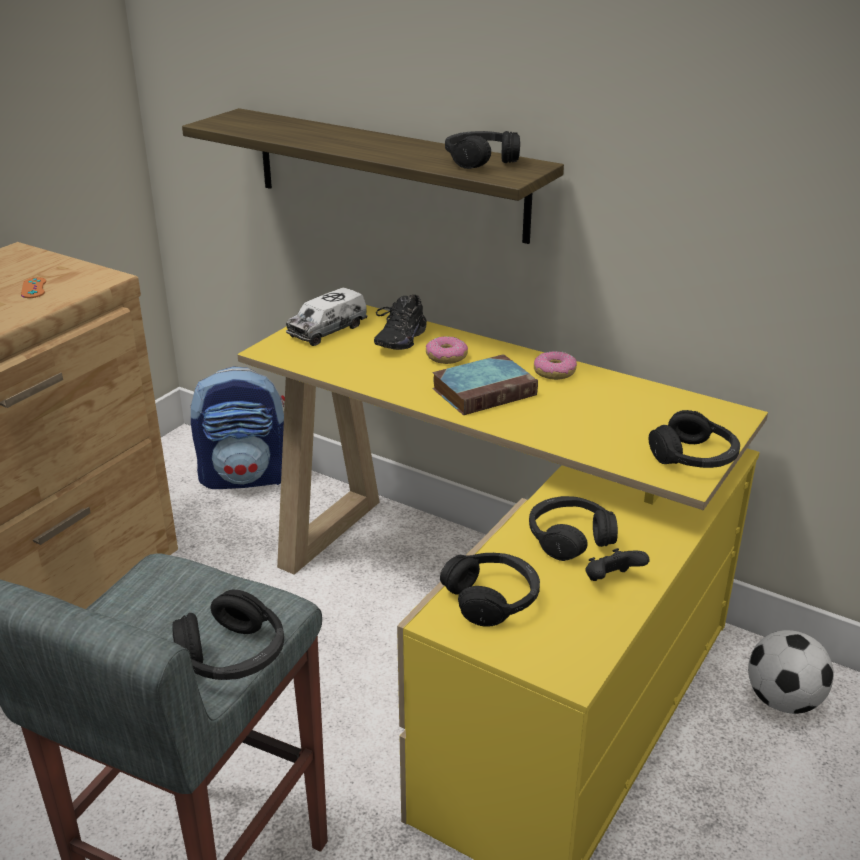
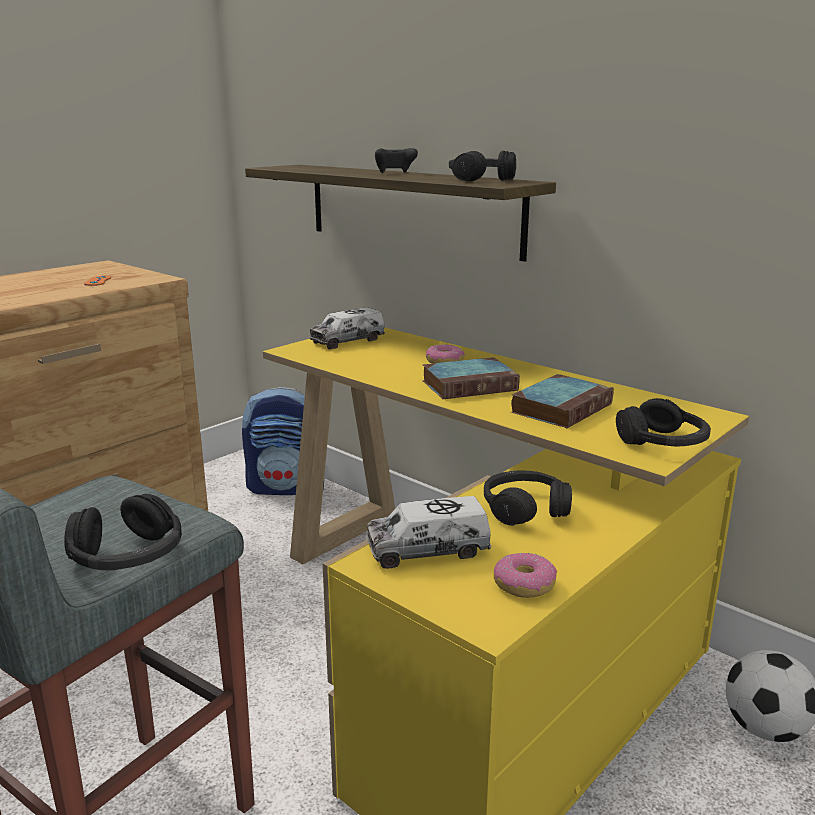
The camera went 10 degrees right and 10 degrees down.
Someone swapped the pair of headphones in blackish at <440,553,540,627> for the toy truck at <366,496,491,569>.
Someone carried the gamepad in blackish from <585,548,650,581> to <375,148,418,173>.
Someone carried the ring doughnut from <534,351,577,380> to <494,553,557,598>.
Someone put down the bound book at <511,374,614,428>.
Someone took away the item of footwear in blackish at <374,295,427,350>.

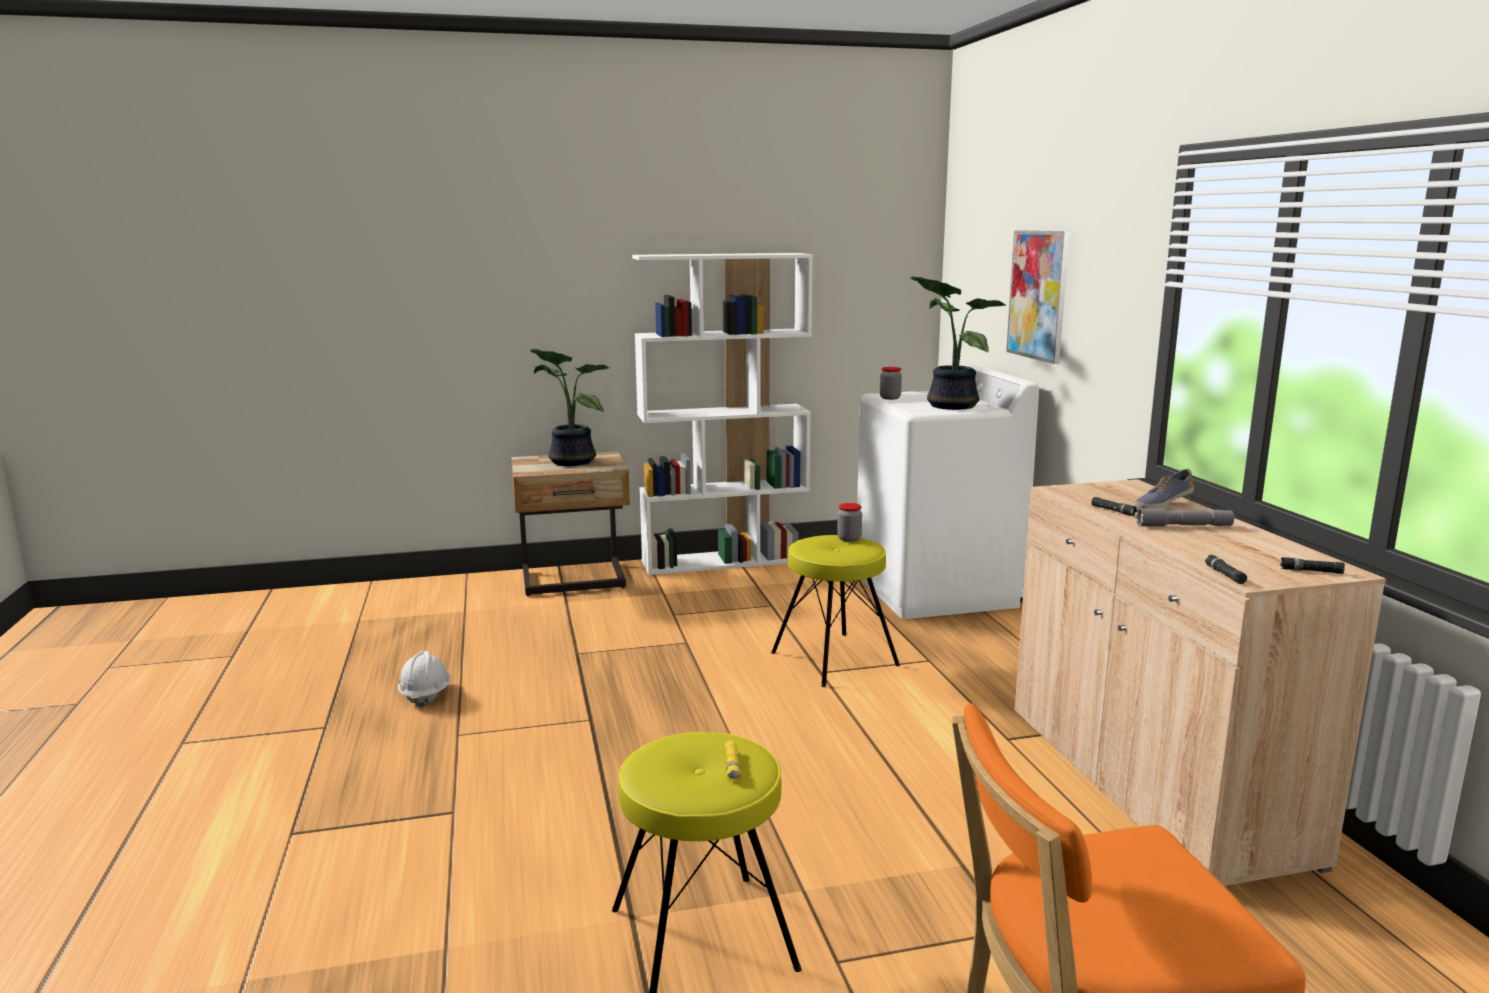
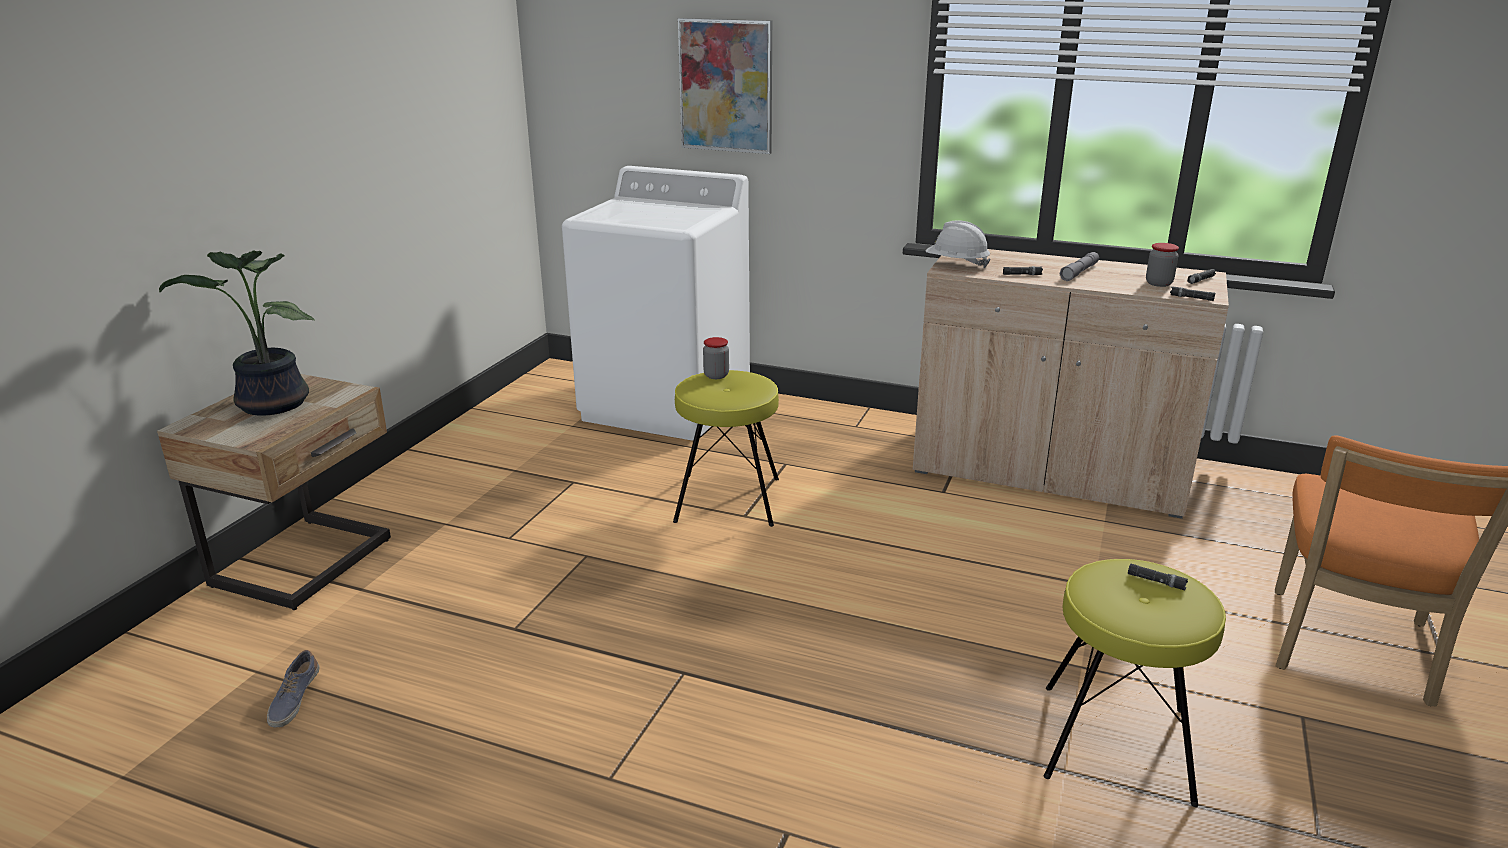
The camera went 55 degrees left and 10 degrees up.
Someone carried the item of footwear from <1134,469,1194,509> to <267,650,320,727>.
Someone carried the work helmet in white-coloured from <398,651,450,708> to <926,220,991,268>.
Someone repainted the torch in yellow at <725,740,741,782>, which became the torch in blackish at <1128,563,1188,590>.
Someone carried the jar from <880,367,902,400> to <1146,243,1179,287>.
Someone took away the shelving unit in white-coloured at <632,253,813,575>.
Someone took away the houseplant at <910,276,1007,410>.

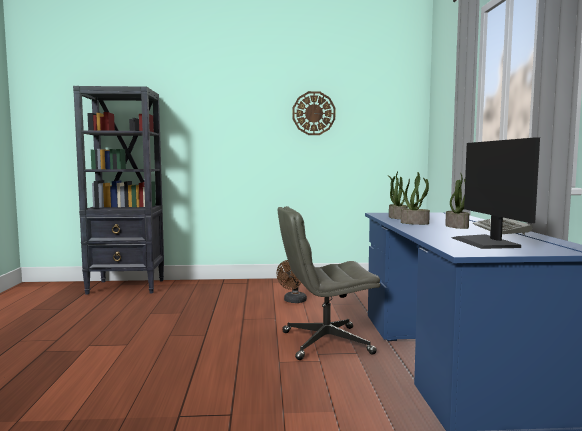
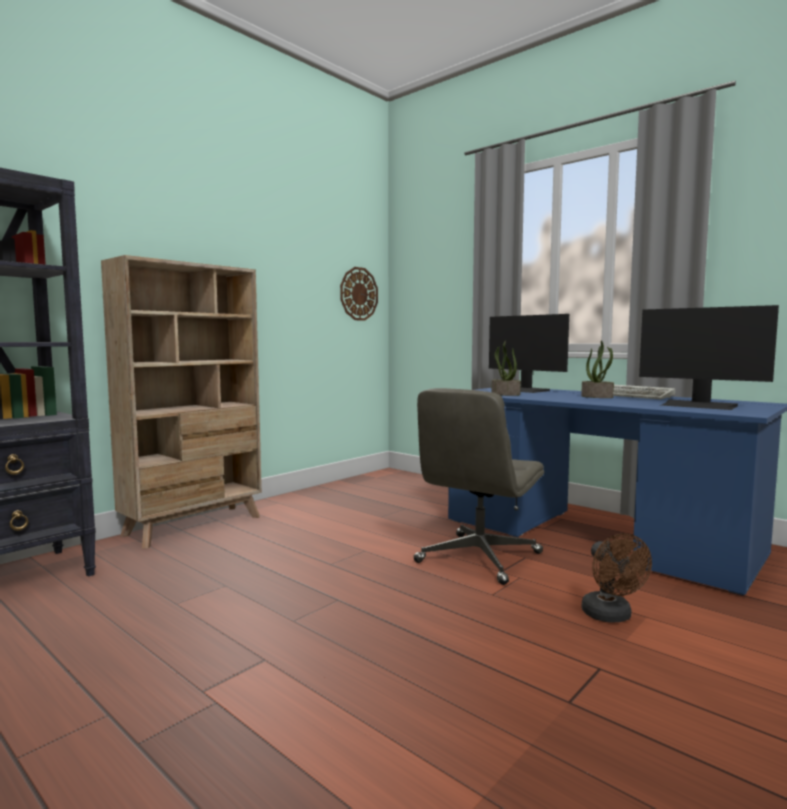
The camera went 45 degrees left and 0 degrees up.
Someone put down the shelving unit in beige-coloured at <101,255,262,549>.
Someone carried the hanging clock from <293,91,335,135> to <340,267,378,321>.
Someone put down the monitor at <489,314,569,393>.
Someone carried the electric fan in brown from <277,260,307,303> to <582,533,652,623>.
Someone took away the houseplant at <401,172,430,225>.

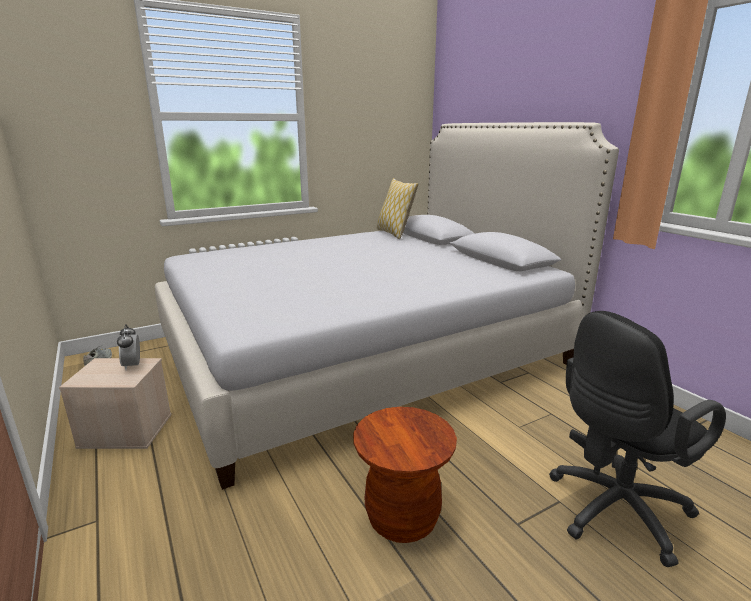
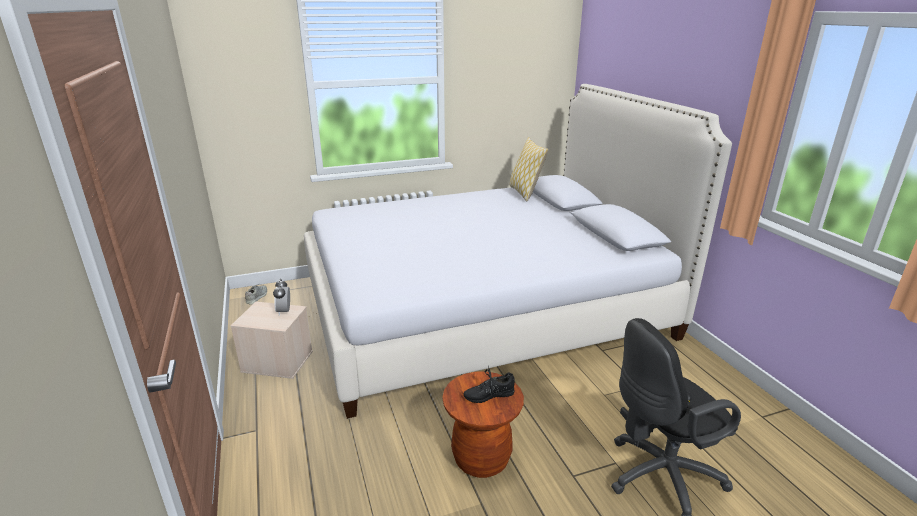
The camera went 10 degrees right and 5 degrees up.
Someone put down the item of footwear in blackish at <463,366,515,403>.

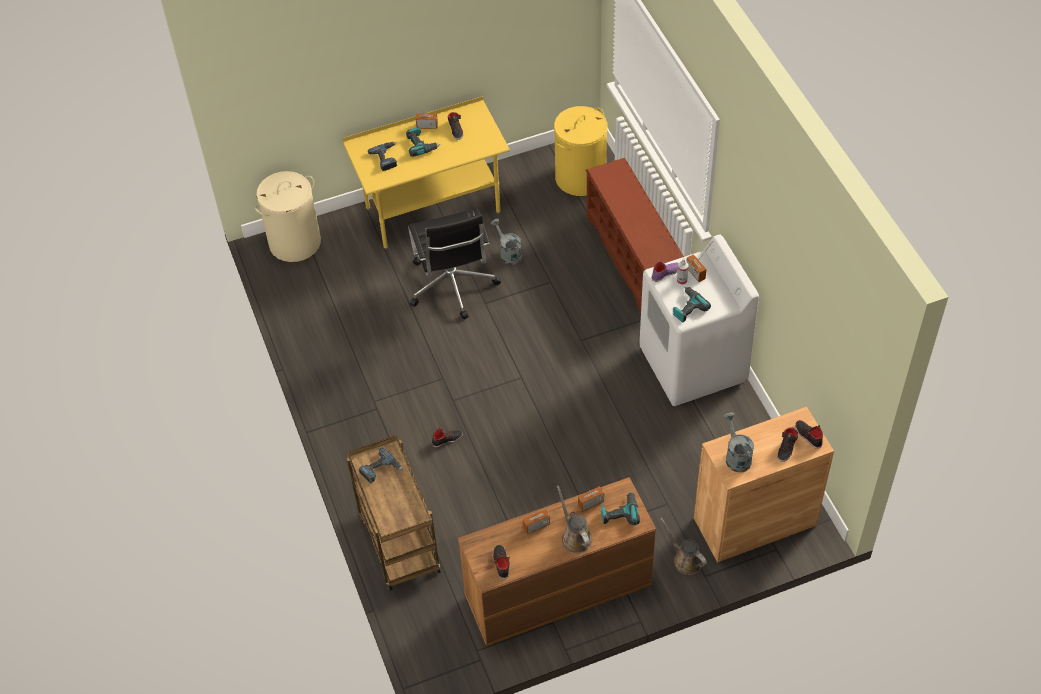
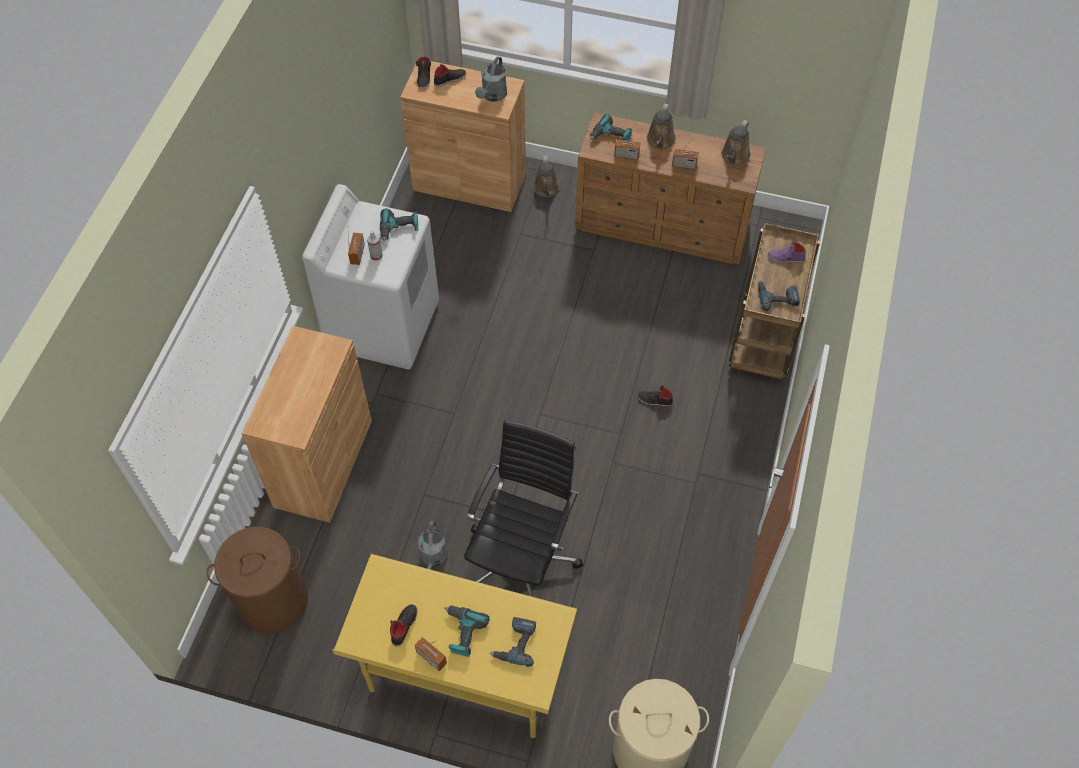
The camera went 145 degrees left and 5 degrees up.
Someone repainted the washing basket in yellow at <554,106,607,196>, which became the washing basket in brown at <206,527,308,634>.
Someone swapped the shoe shelf in brown at <585,158,684,313> for the storage cabinet in brown at <242,326,372,523>.
Someone swapped the item of footwear in blackish at <493,545,510,579> for the watering can in brown at <721,120,751,165>.
Someone carried the item of footwear in purplish from <652,260,678,282> to <768,241,806,263>.

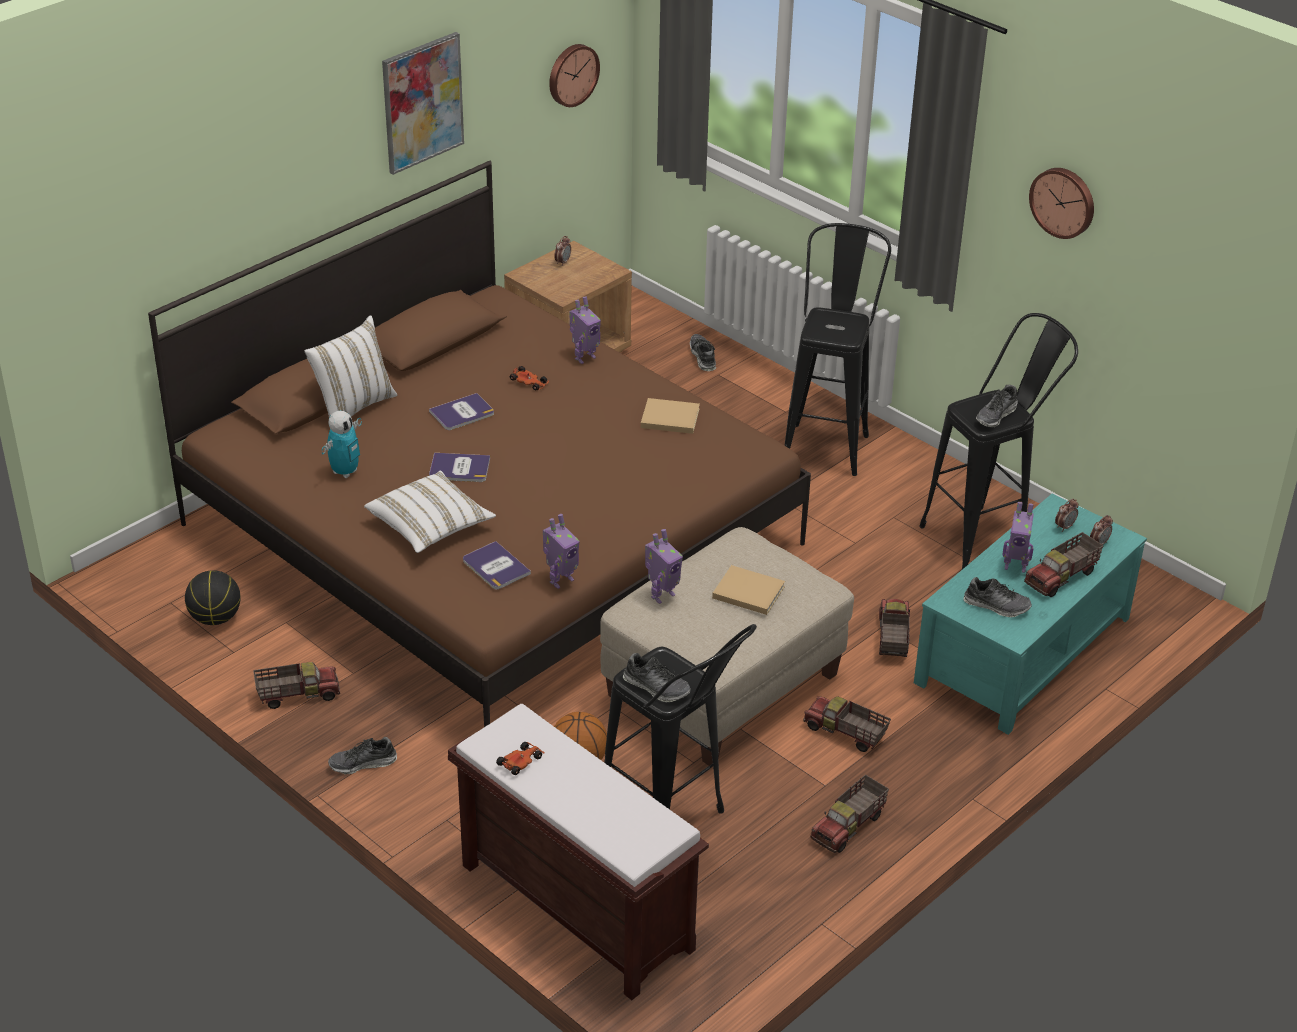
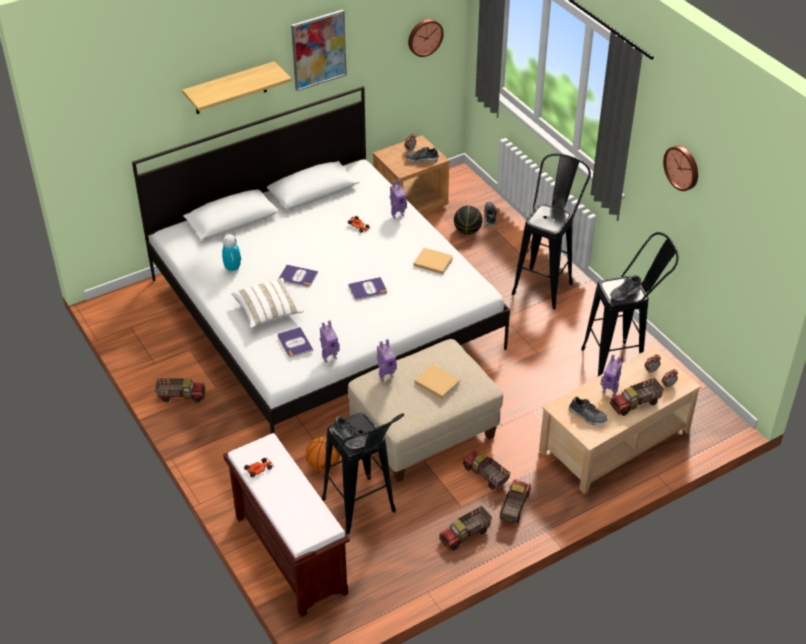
The camera went 15 degrees right and 5 degrees up.
Someone repainted the bed in brown at <148,160,811,727>, which became the bed in white-coloured at <132,86,510,434>.
Someone put up the bracket shelf at <182,61,292,114>.
Someone rotated the toy robot at <322,411,362,478> by 60 degrees counterclockwise.
Someone carried the bound book from <429,393,494,430> to <348,277,387,300>.
Someone carried the item of footwear from <328,737,397,774> to <406,147,439,163>.
Someone carried the basketball from <185,570,241,625> to <454,206,483,234>.
Someone carried the toy truck from <879,599,910,657> to <500,480,531,524>.
Someone repainted the coffee table in blue-green at <914,494,1147,735>, which became the coffee table in beige-coloured at <539,347,701,494>.
Someone took away the cushion in white-coloured at <304,315,397,418>.

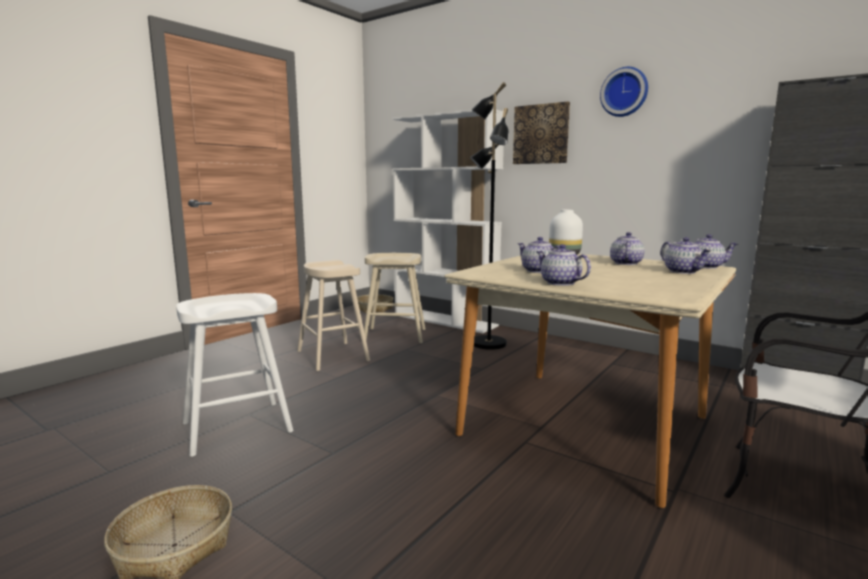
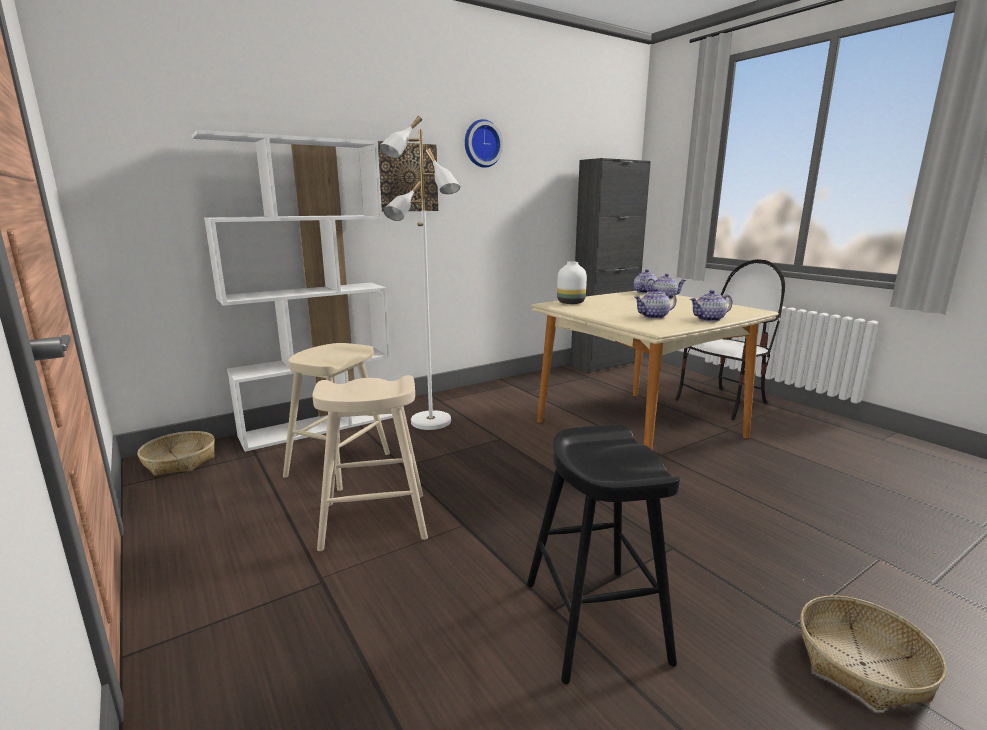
The camera went 70 degrees left and 5 degrees up.
Someone repainted the standing lamp in blackish at <470,82,508,350>, which became the standing lamp in white-coloured at <379,116,460,430>.
Someone repainted the stool in white-coloured at <176,293,293,457>, which became the stool in blackish at <527,425,680,684>.
Someone took away the teapot at <610,232,644,265>.

